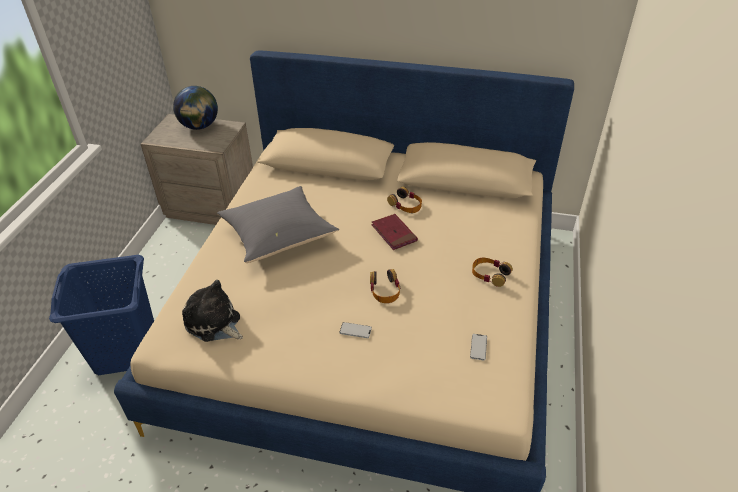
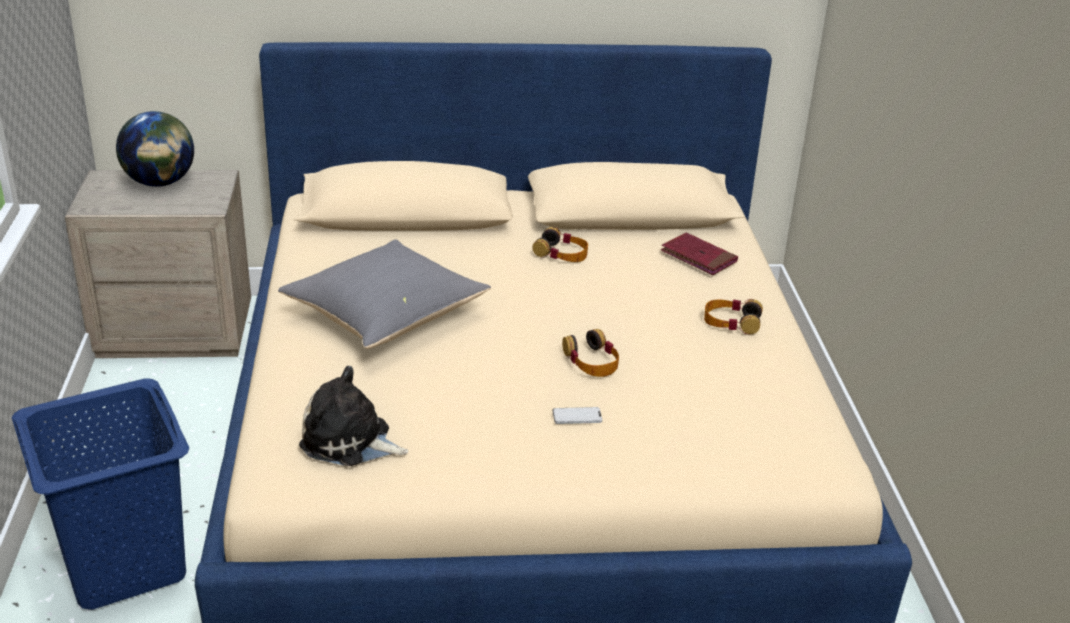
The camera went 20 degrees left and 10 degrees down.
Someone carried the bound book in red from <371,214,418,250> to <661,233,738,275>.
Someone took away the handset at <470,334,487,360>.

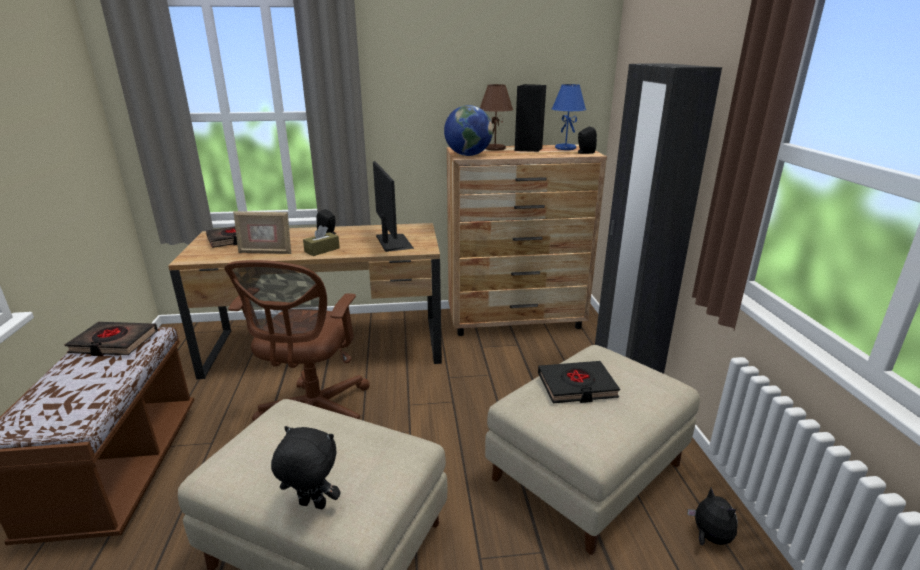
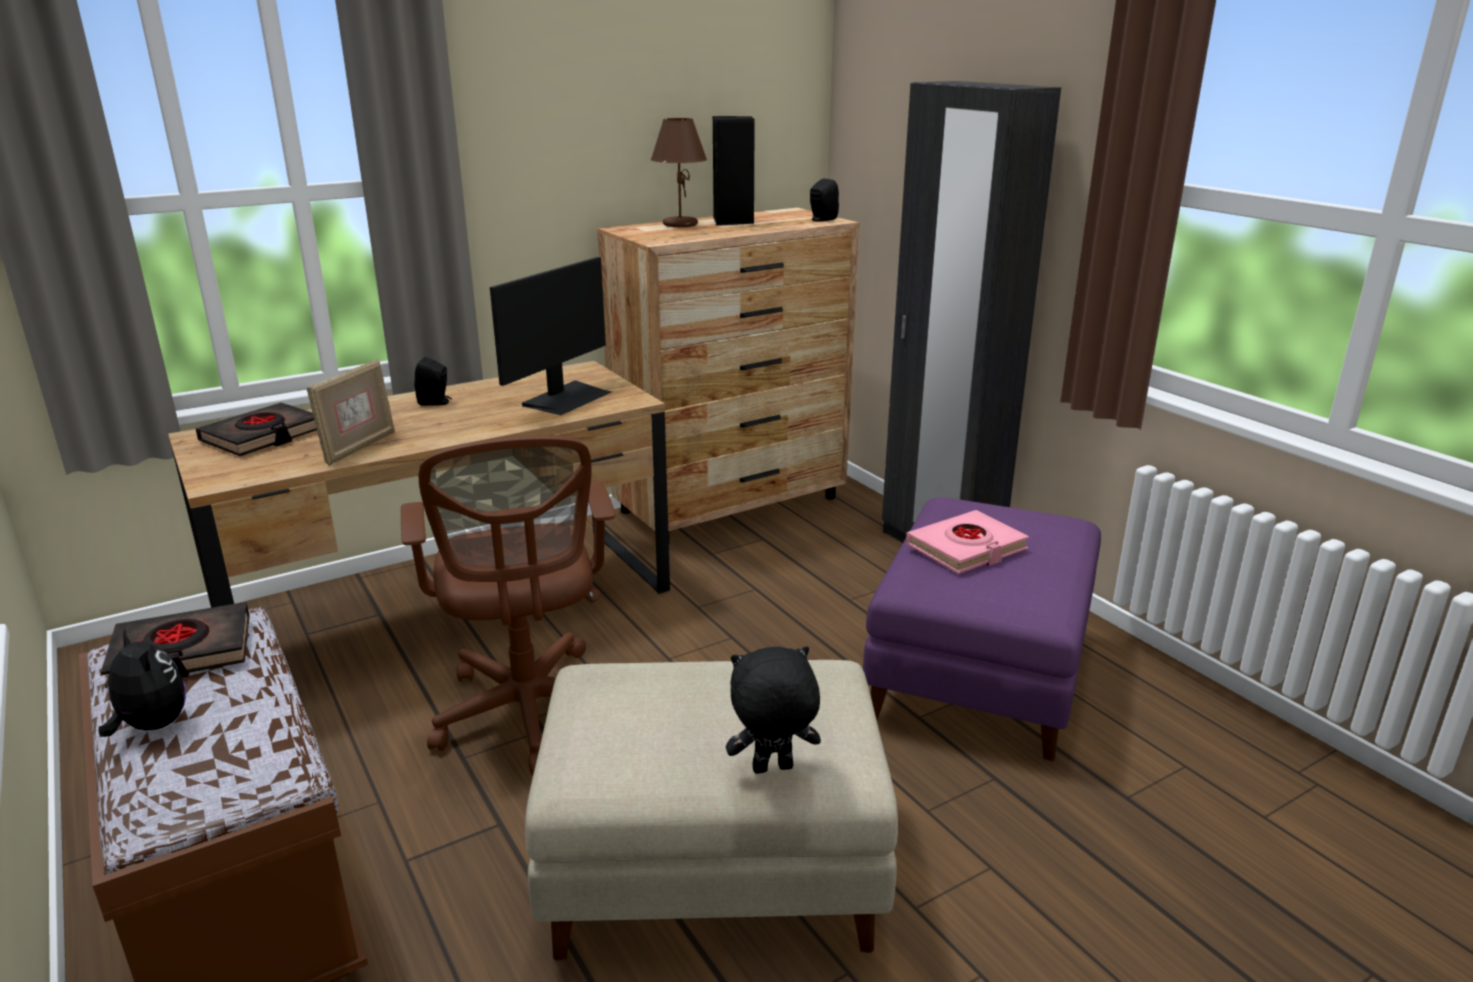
The camera went 25 degrees left and 0 degrees up.
Someone carried the soft toy from <687,487,738,545> to <98,629,186,737>.
Someone rotated the photo frame at <233,211,291,254> by 45 degrees counterclockwise.
Someone rotated the monitor at <373,161,414,252> by 75 degrees clockwise.
Someone repainted the footrest in beige-coloured at <485,345,700,555>, which became the footrest in purplish at <863,497,1101,761>.
Someone repainted the bound book in blackish at <538,361,620,403>, which became the bound book in pinkish at <906,510,1029,574>.
Someone took away the box of tissues in brown at <303,225,340,256>.
Someone took away the world globe at <444,105,493,156>.
Someone took away the lamp for a table in blue-coloured at <552,84,586,150>.

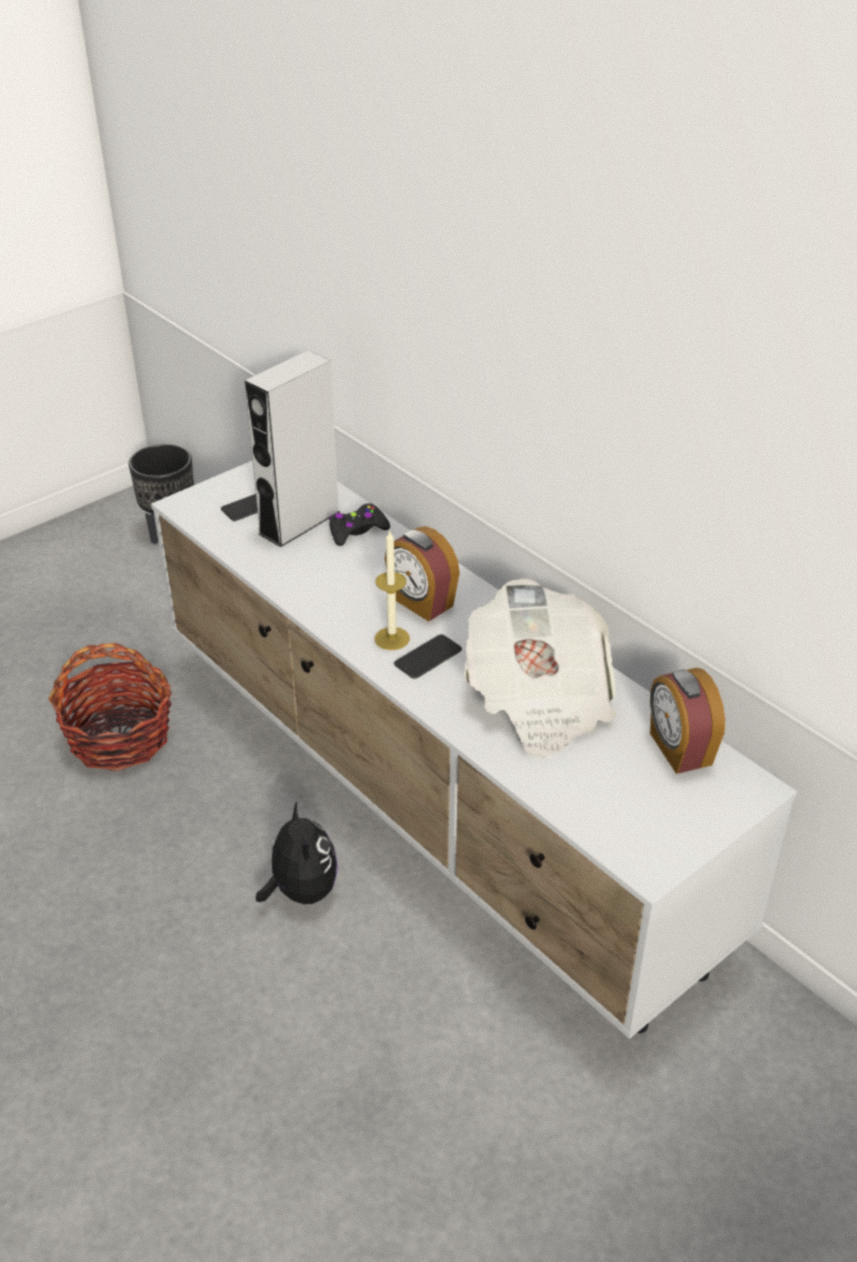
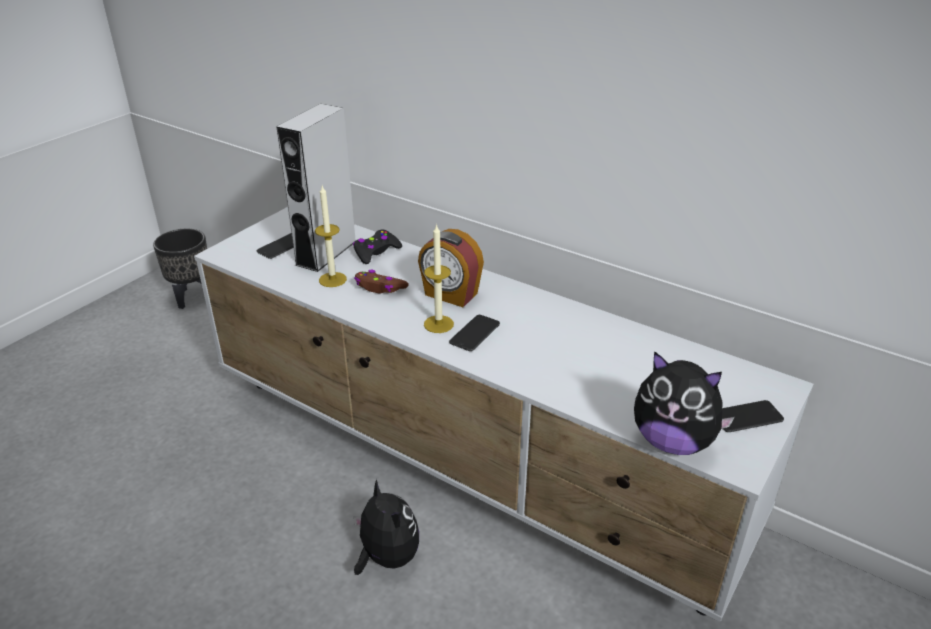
The camera went 15 degrees left and 5 degrees down.
Someone put down the wax candle at <315,186,347,287>.
Someone put down the gamepad in brown at <354,270,409,294>.
Someone put down the soft toy at <634,351,735,455>.
Someone put down the handset at <722,400,784,432>.
Someone took away the basket at <49,643,172,771>.
Someone took away the daily paper at <464,578,616,758>.
Someone took away the bedside clock at <650,668,725,774>.

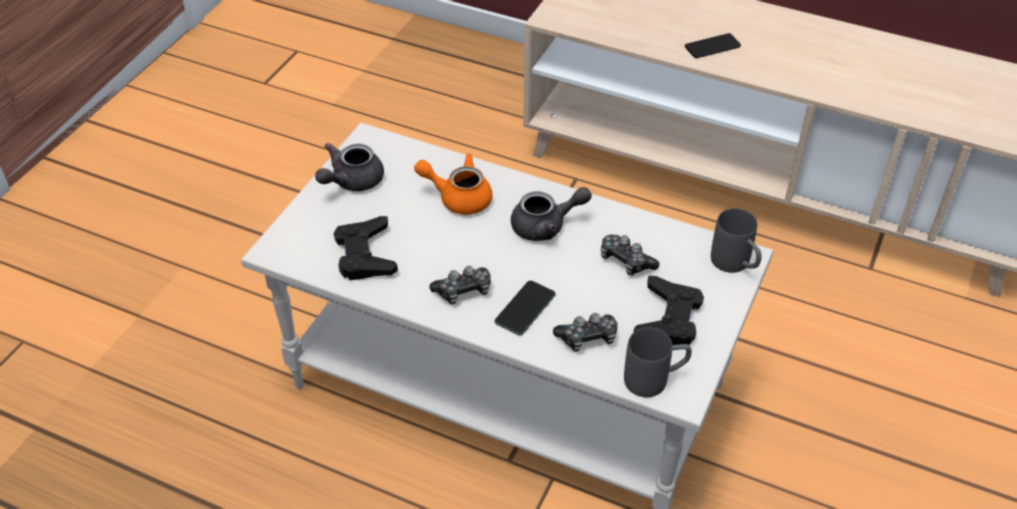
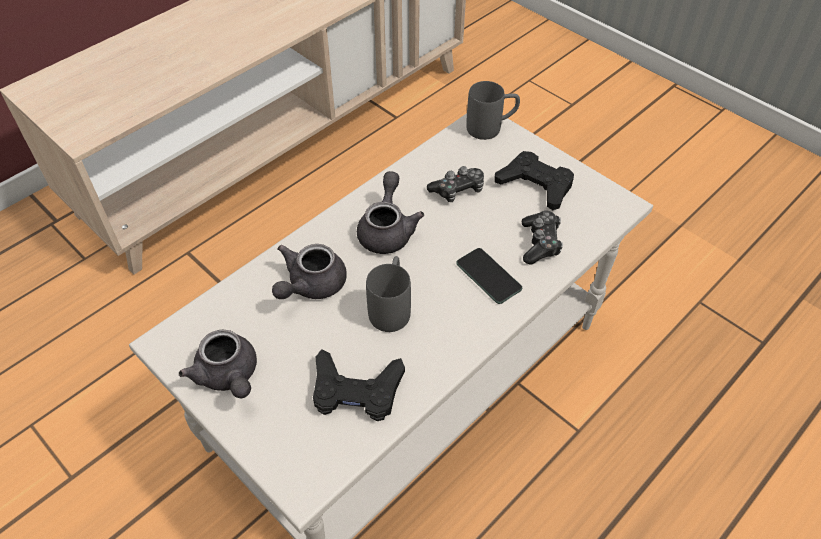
The camera went 70 degrees left and 5 degrees up.
Someone repainted the teapot in orangey at <414,153,493,215>, which became the teapot in grey at <272,244,347,299>.
Someone carried the coffee mug in grey from <624,328,692,397> to <366,256,411,332>.
Someone took away the gamepad at <430,266,491,304>.
Someone took away the handset at <685,33,741,58>.

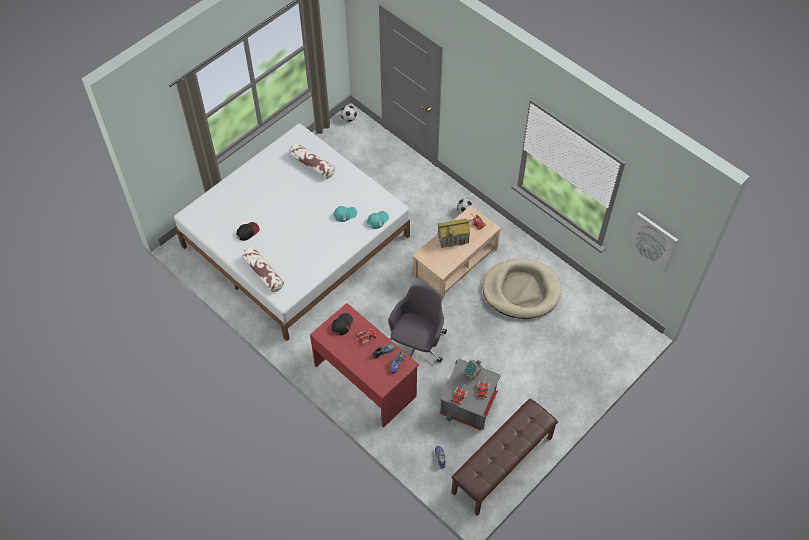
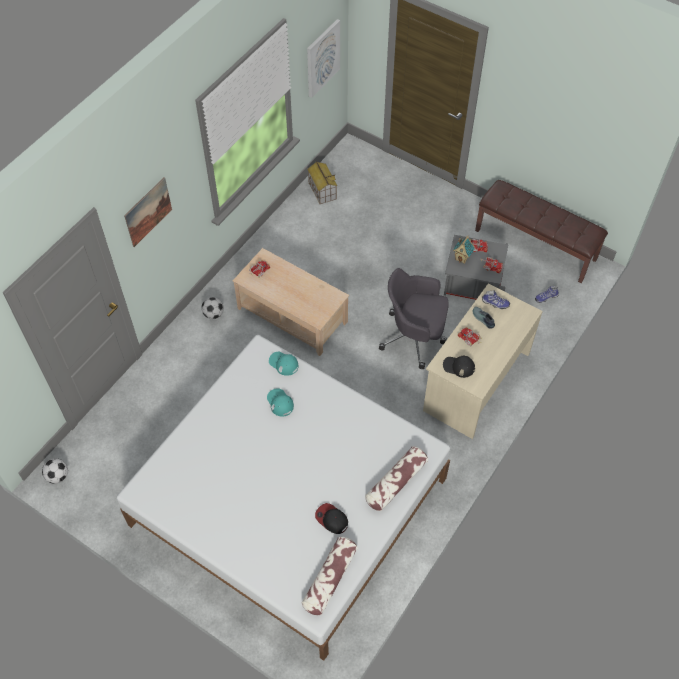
The camera went 100 degrees left and 0 degrees up.
Someone put up the wall art at <124,177,172,247>.
Someone carried the cushion from <289,143,335,179> to <301,537,358,615>.
Someone carried the miniature house from <438,219,470,248> to <307,161,337,204>.
Someone repainted the desk unit in red at <310,303,419,428>, which became the desk unit in beige-coloured at <423,283,543,439>.
Someone took away the pet bed in beige-coloured at <483,259,562,319>.

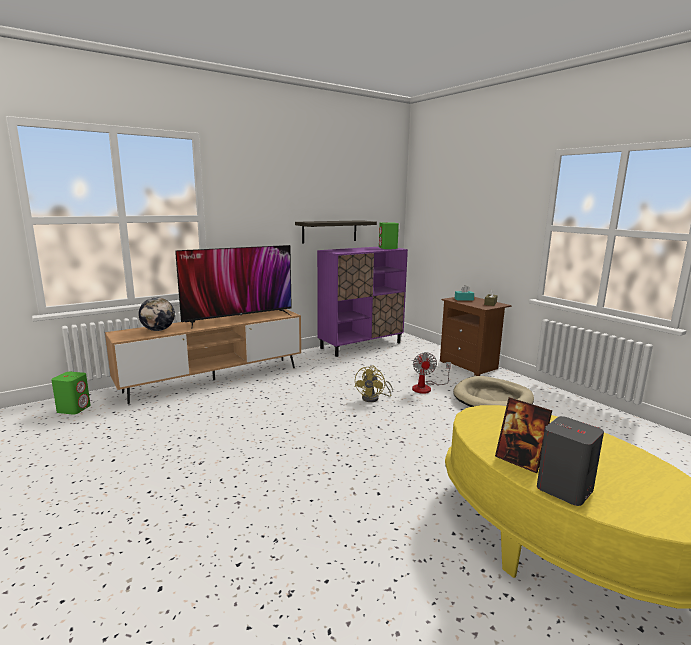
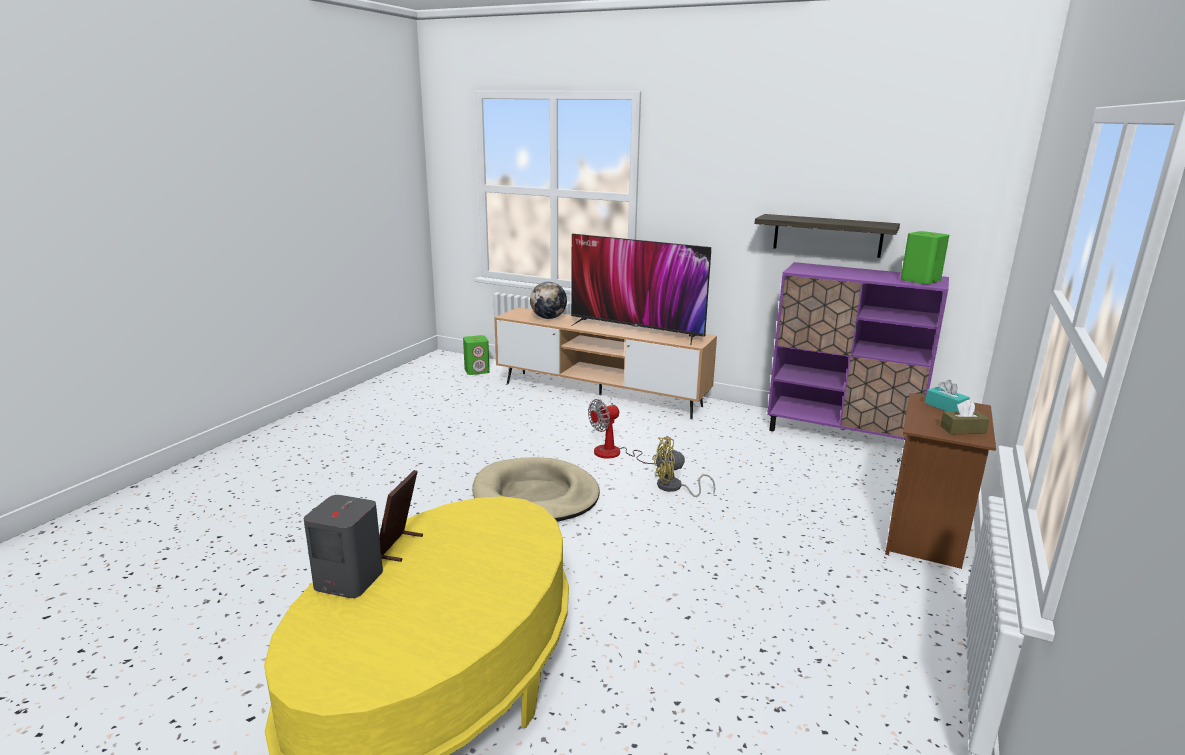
The camera went 60 degrees right and 5 degrees up.
Someone carried the pet bed in beige-coloured from <453,376,534,407> to <472,457,600,522>.
Someone carried the electric fan from <412,352,451,394> to <588,399,671,464>.

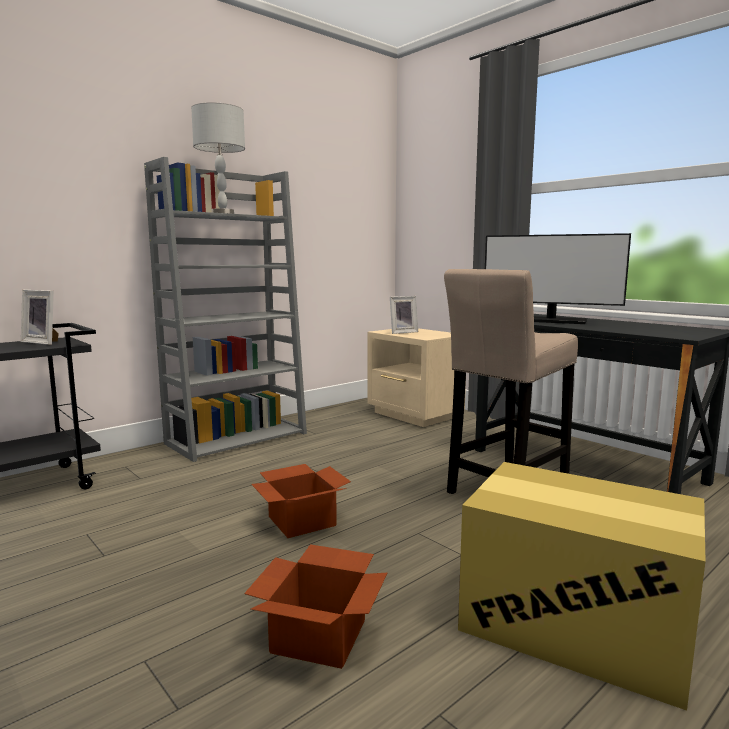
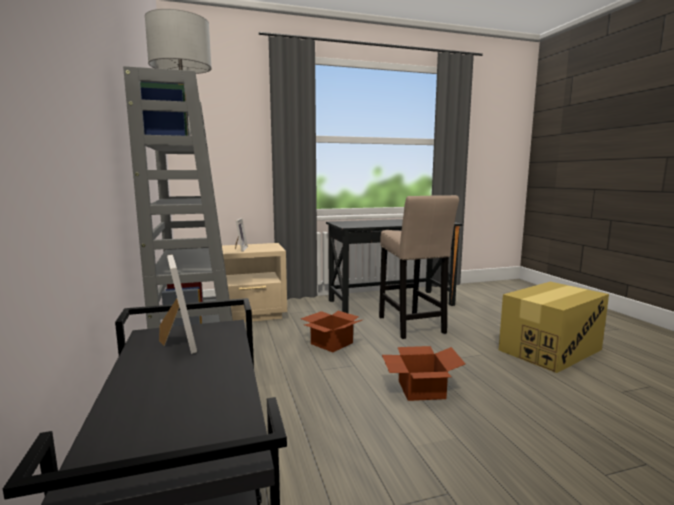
The camera went 65 degrees left and 0 degrees up.
Someone rotated the photo frame at <21,290,59,345> by 75 degrees counterclockwise.
Someone carried the cardboard box from <244,544,387,669> to <301,311,364,352>.
Someone took away the monitor at <485,233,631,324>.

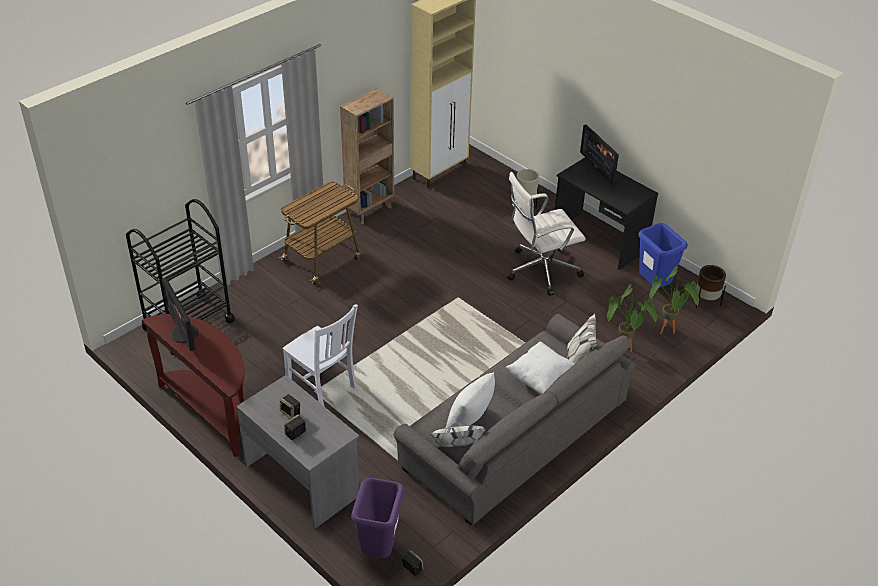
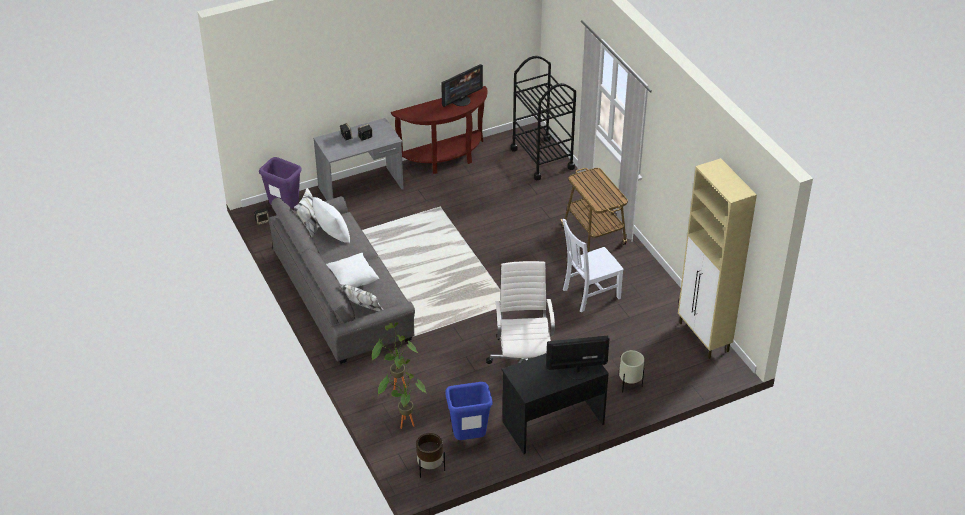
The camera went 110 degrees right and 0 degrees up.
Someone rotated the monitor at <162,278,199,351> by 150 degrees clockwise.
Someone carried the chair in white-coloured from <283,304,358,406> to <563,219,624,313>.
Someone took away the shelving unit in brown at <340,88,394,224>.

